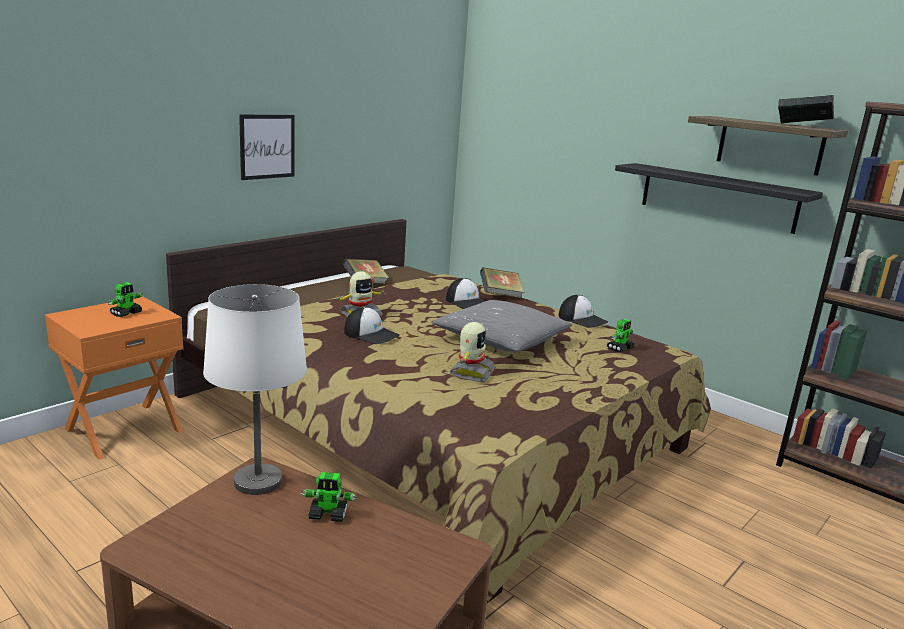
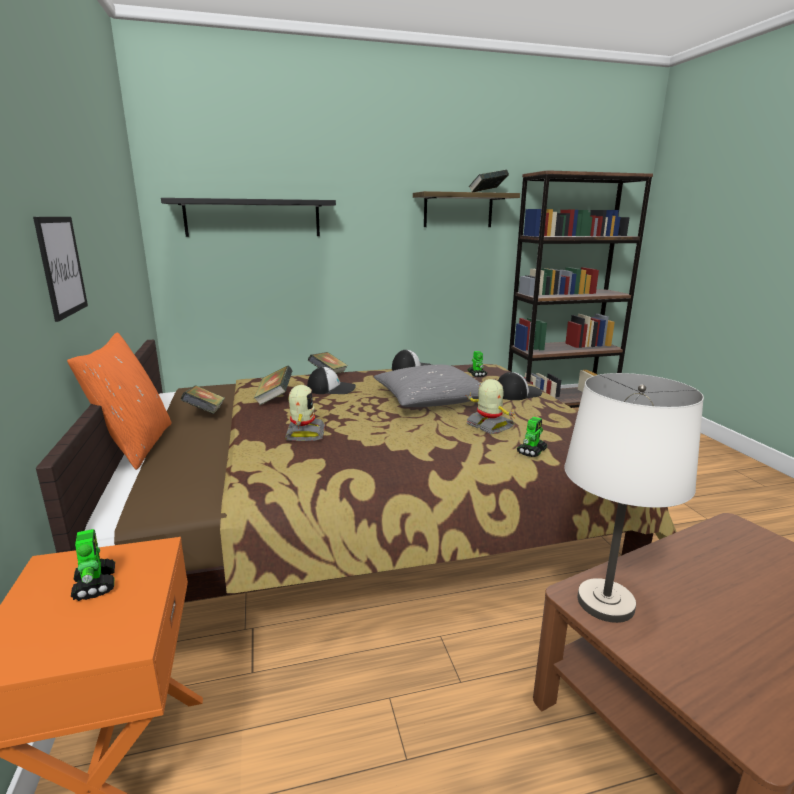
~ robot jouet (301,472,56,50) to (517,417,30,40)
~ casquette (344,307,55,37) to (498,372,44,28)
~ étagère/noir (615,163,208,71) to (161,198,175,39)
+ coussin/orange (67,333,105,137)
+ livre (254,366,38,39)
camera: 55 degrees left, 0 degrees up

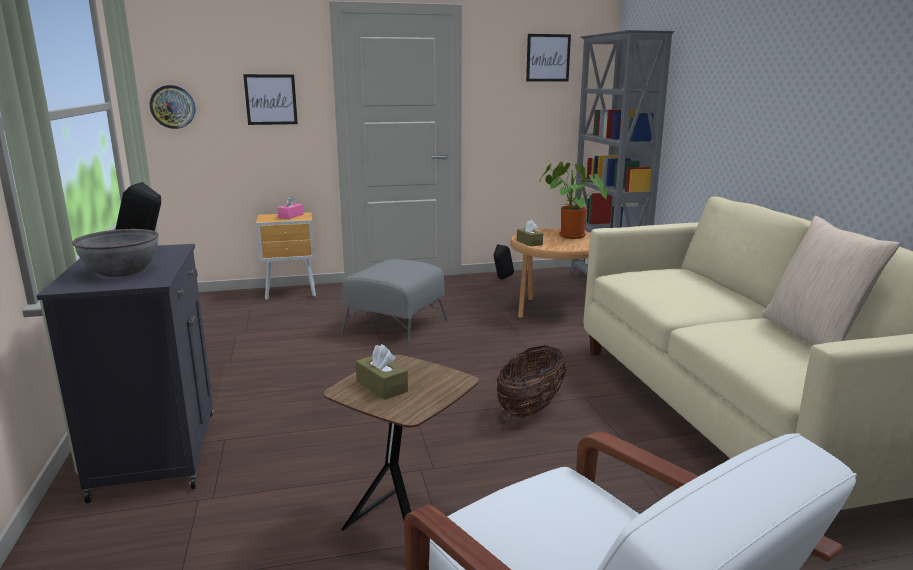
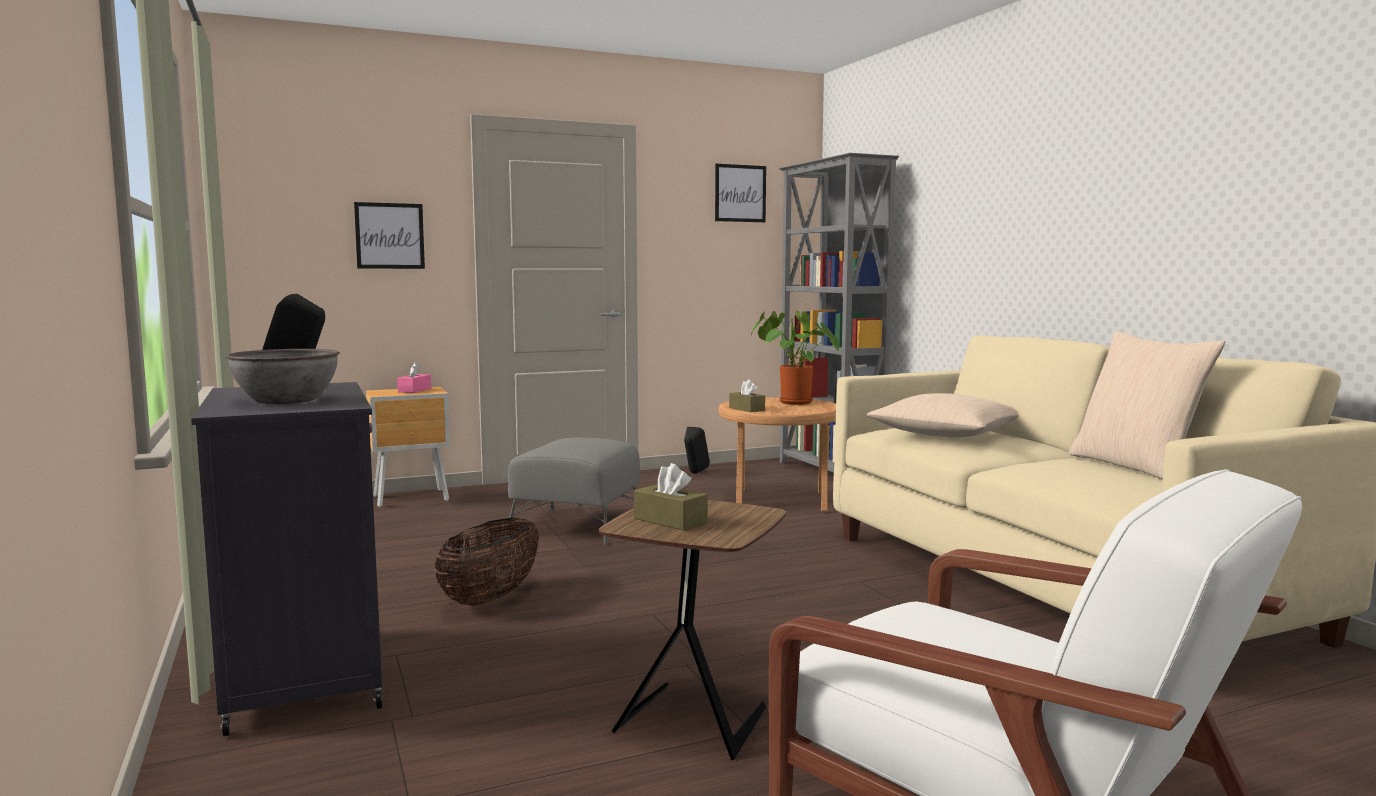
- horloge murale (150,85,45,44)
~ panier (497,345,69,73) to (435,517,104,89)
+ coussin/beige (866,393,153,45)
camera: 10 degrees left, 10 degrees down

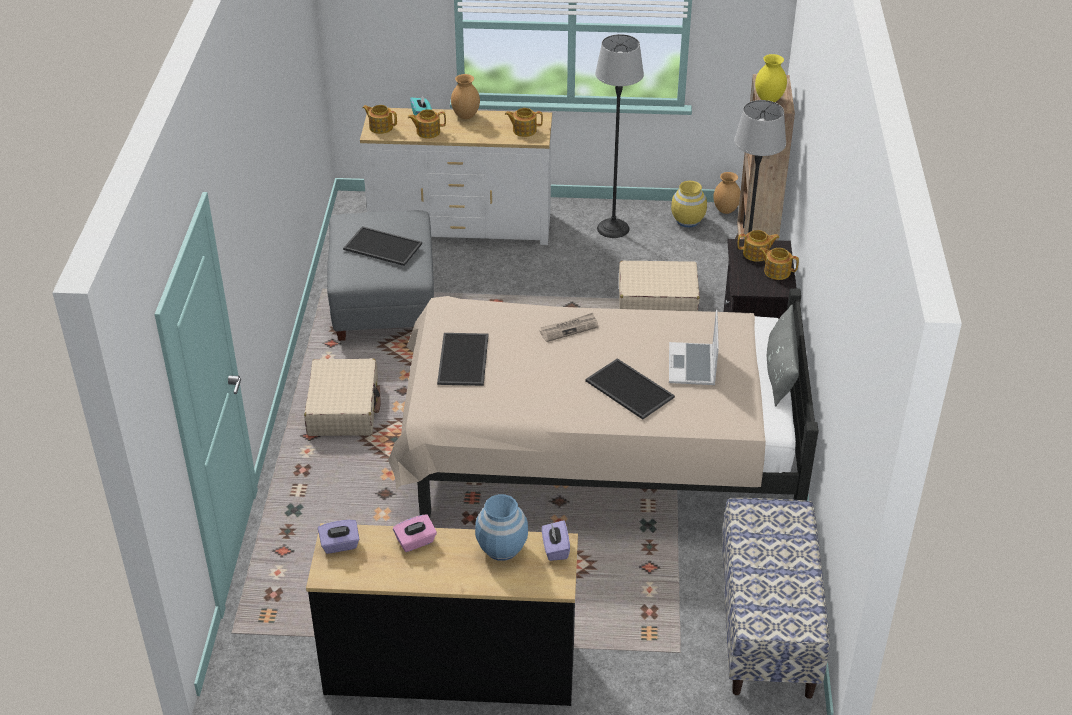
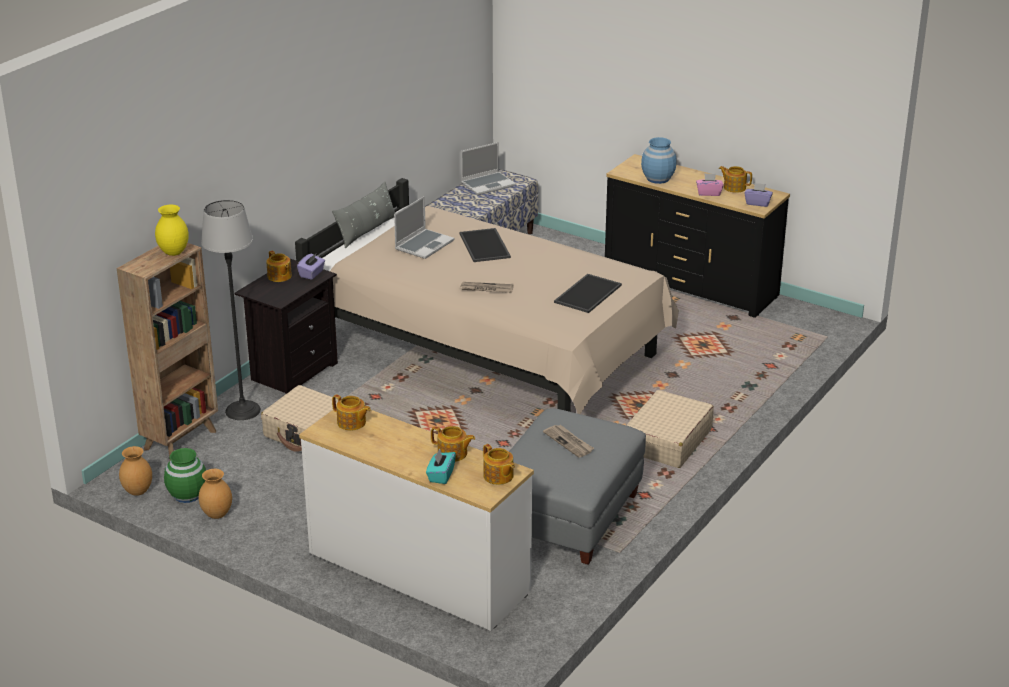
~ plateau (343,226,79,40) to journal (543,425,51,33)
~ vase/marron (451,74,29,45) to (199,469,33,50)
~ boîte à mouchoirs/violet (542,520,28,41) to (297,254,28,26)
- lampadaire (595,34,49,204)
~ vase/jaune (671,181,36,46) to vase/vert (164,448,42,55)
~ théière (738,230,42,32) to (719,166,33,27)
+ ordinateur portable (461,142,55,53)
camera: 150 degrees left, 10 degrees down

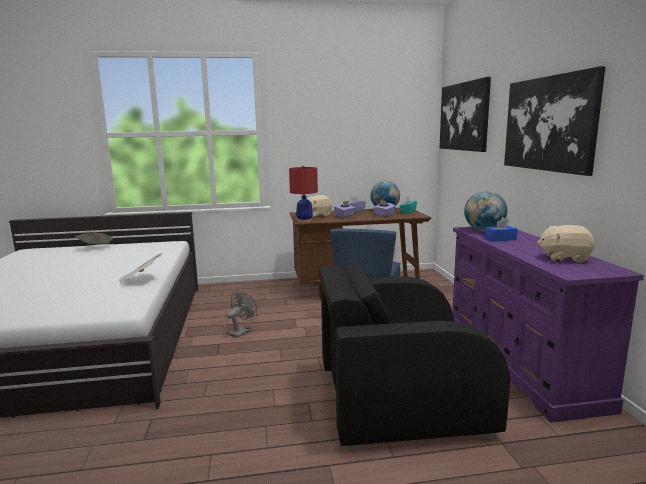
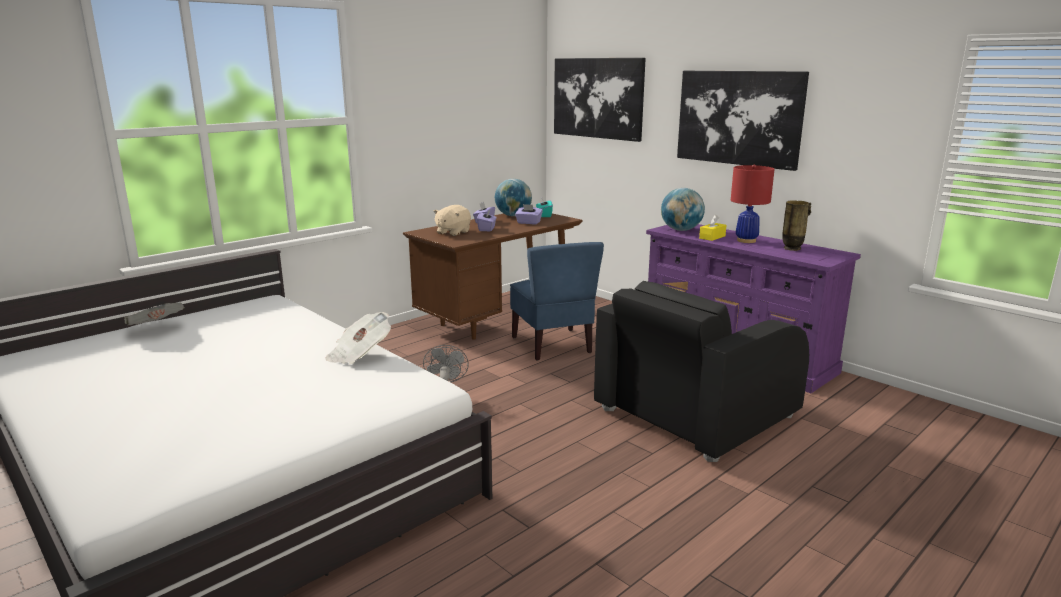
~ lampe de table/rouge (289,166,29,56) to (731,164,44,79)
~ boîte à mouchoirs/bleu (485,217,33,25) to boîte à mouchoirs/jaune (699,215,27,26)
~ peluche/beige (537,225,58,38) to vase (783,200,28,51)
camera: 35 degrees left, 5 degrees up

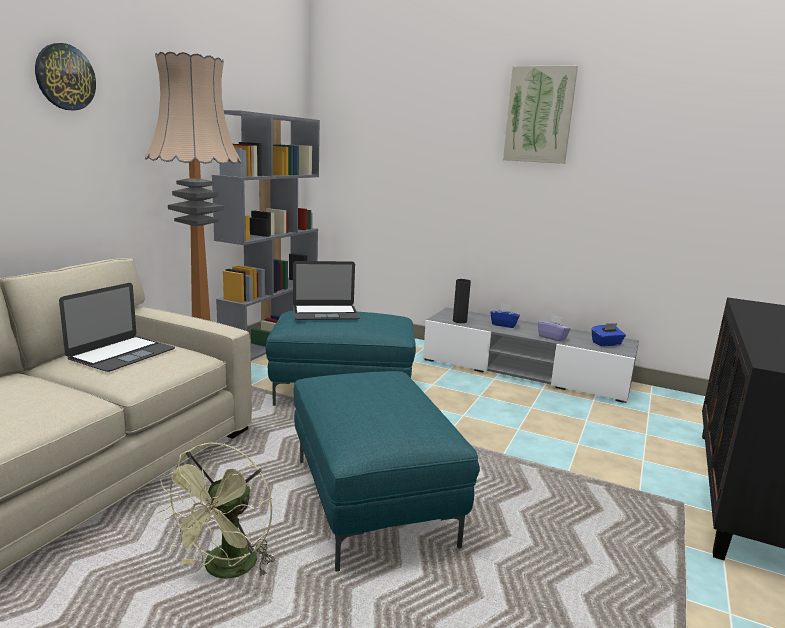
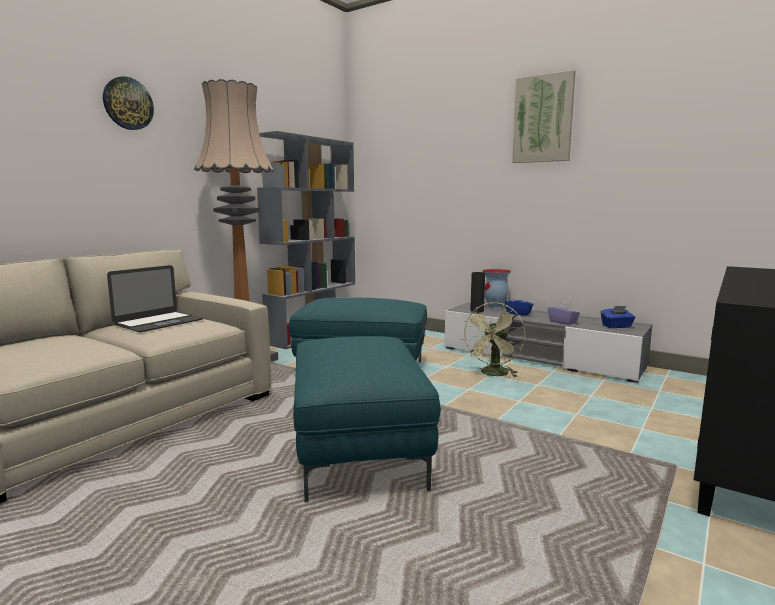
~ ventilateur/vert (157,442,118,137) to (462,302,63,75)
- ordinateur portable (293,261,67,59)
+ vase (482,269,30,41)
camera: 10 degrees right, 5 degrees down

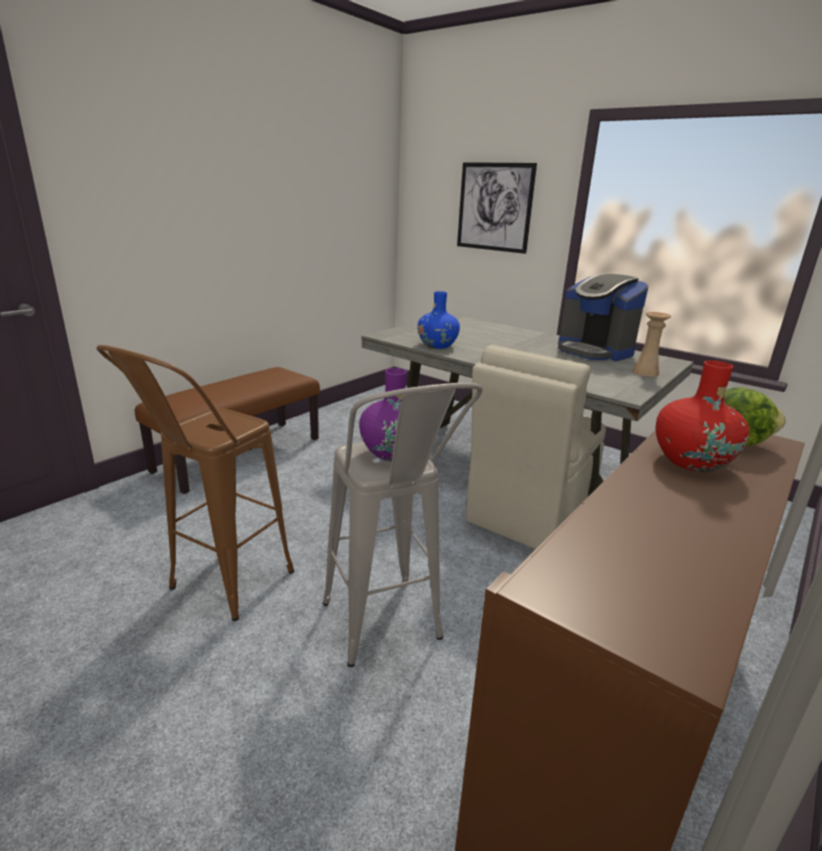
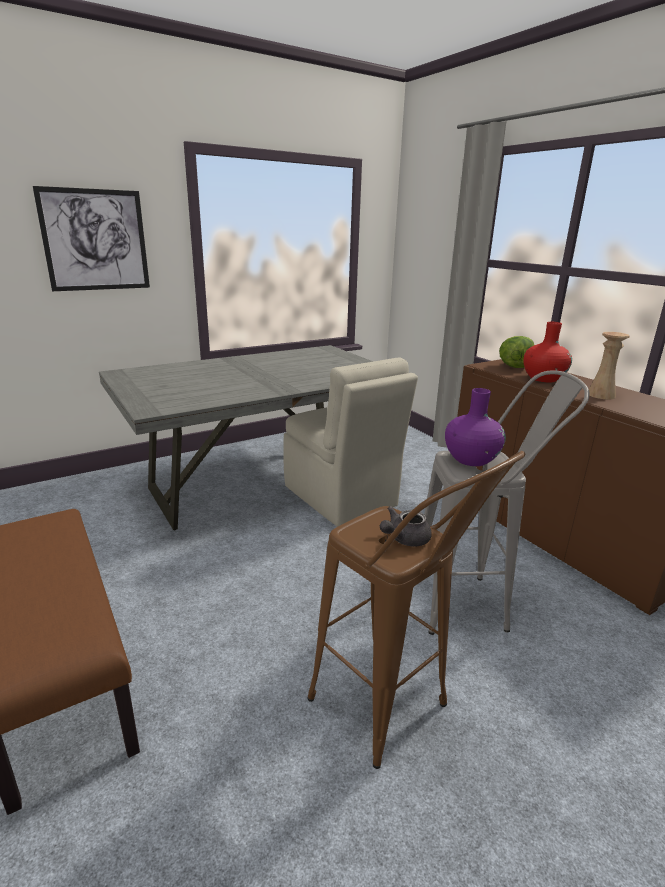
- vase/bleu (417,291,43,58)
- machine à café (558,273,90,88)
~ vase/beige (633,312,38,65) to (589,332,41,67)
+ théière/gris (380,506,52,40)
camera: 70 degrees left, 0 degrees up

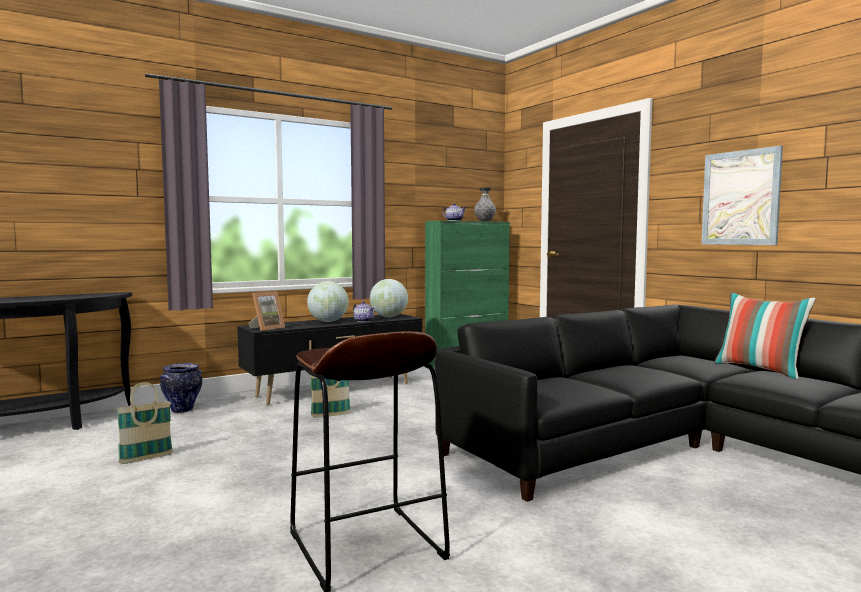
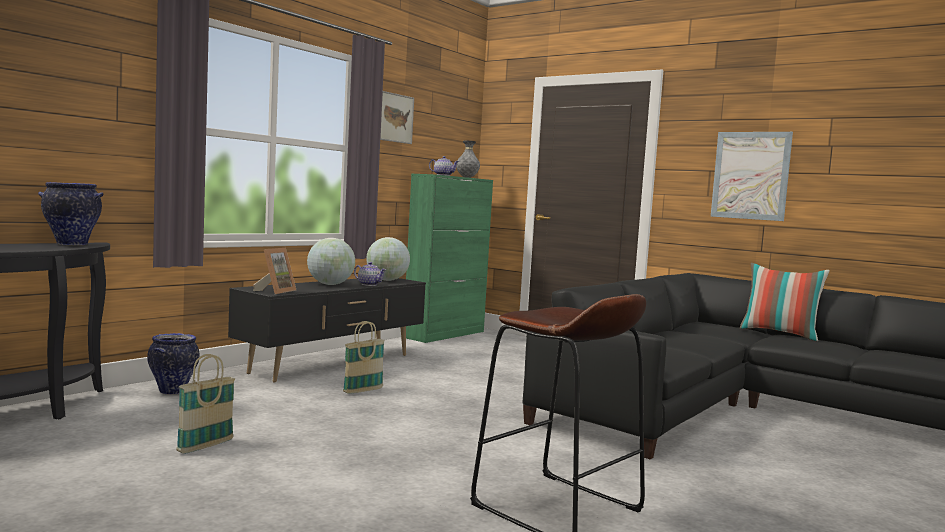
+ vase (38,182,65,63)
+ tableau (380,91,34,53)
camera: 20 degrees left, 0 degrees up

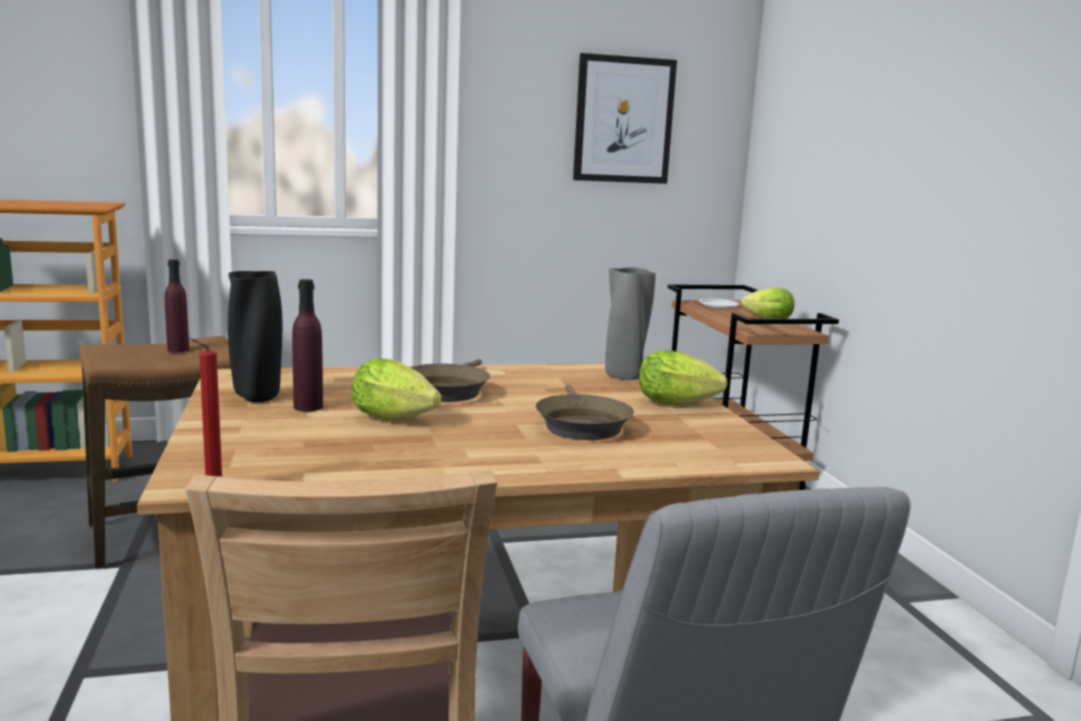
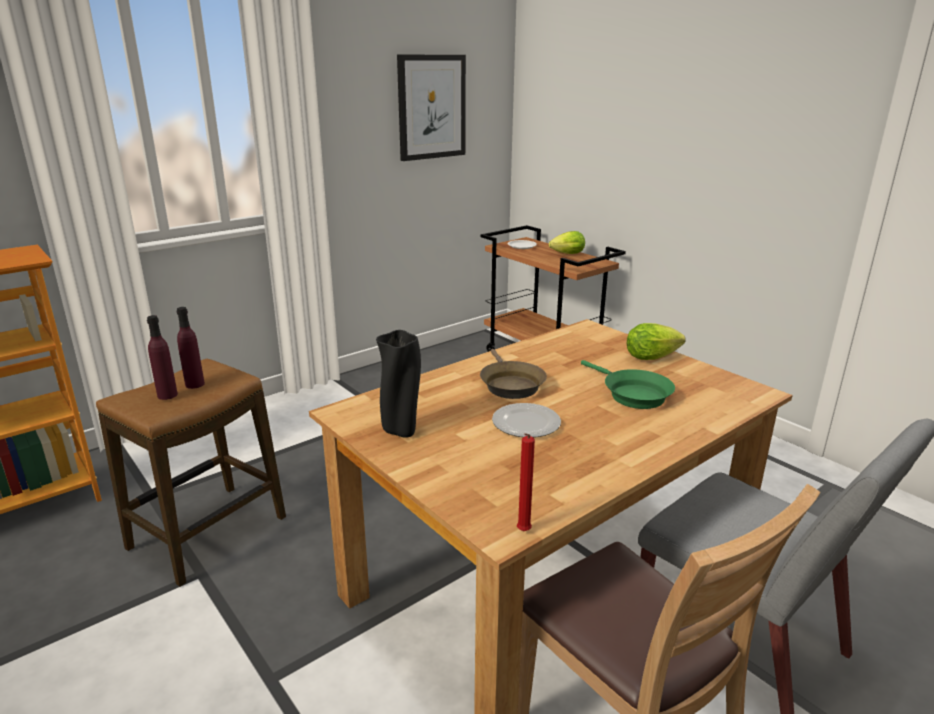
~ bouteille/violet (292,279,31,132) to (147,315,31,85)
~ laitue (352,359,90,61) to assiette (492,403,69,35)
~ poêle/marron (536,385,98,55) to poêle/vert (581,360,94,49)
- vase/gris (605,268,51,112)
camera: 25 degrees left, 10 degrees up

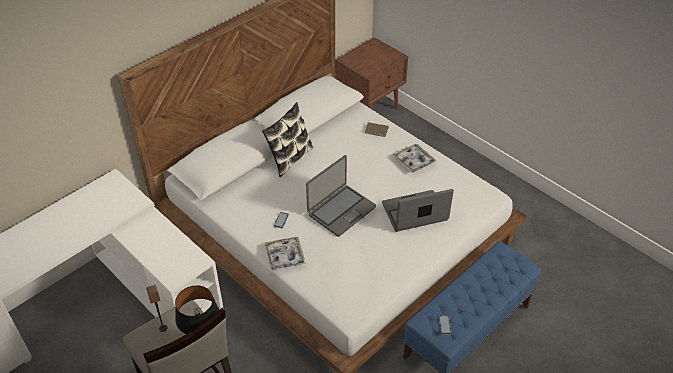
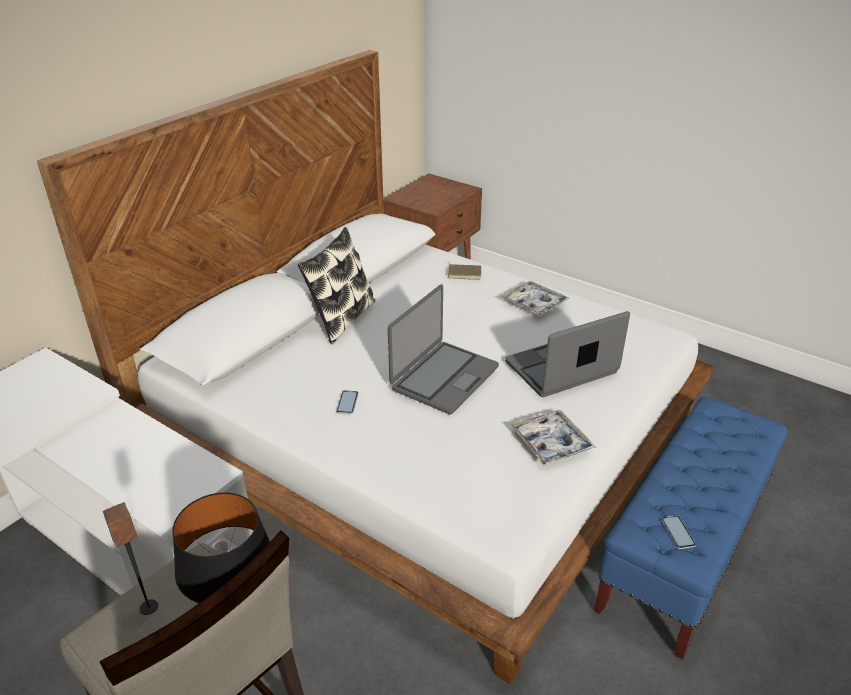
~ plateau (265,237,41,33) to (510,410,86,55)
camera: 10 degrees left, 10 degrees down

